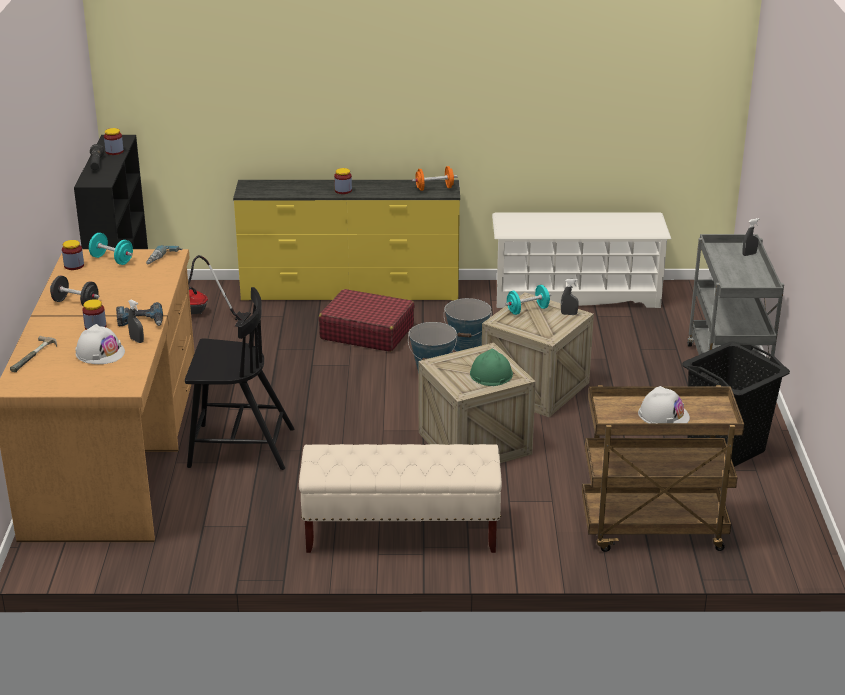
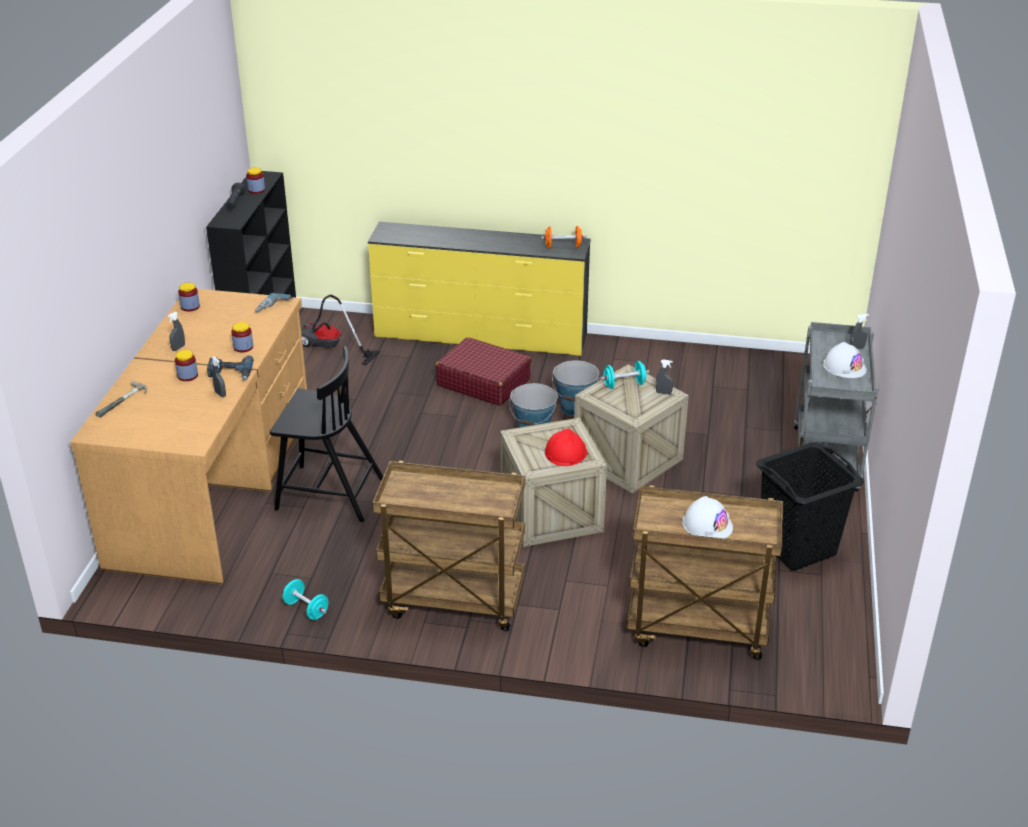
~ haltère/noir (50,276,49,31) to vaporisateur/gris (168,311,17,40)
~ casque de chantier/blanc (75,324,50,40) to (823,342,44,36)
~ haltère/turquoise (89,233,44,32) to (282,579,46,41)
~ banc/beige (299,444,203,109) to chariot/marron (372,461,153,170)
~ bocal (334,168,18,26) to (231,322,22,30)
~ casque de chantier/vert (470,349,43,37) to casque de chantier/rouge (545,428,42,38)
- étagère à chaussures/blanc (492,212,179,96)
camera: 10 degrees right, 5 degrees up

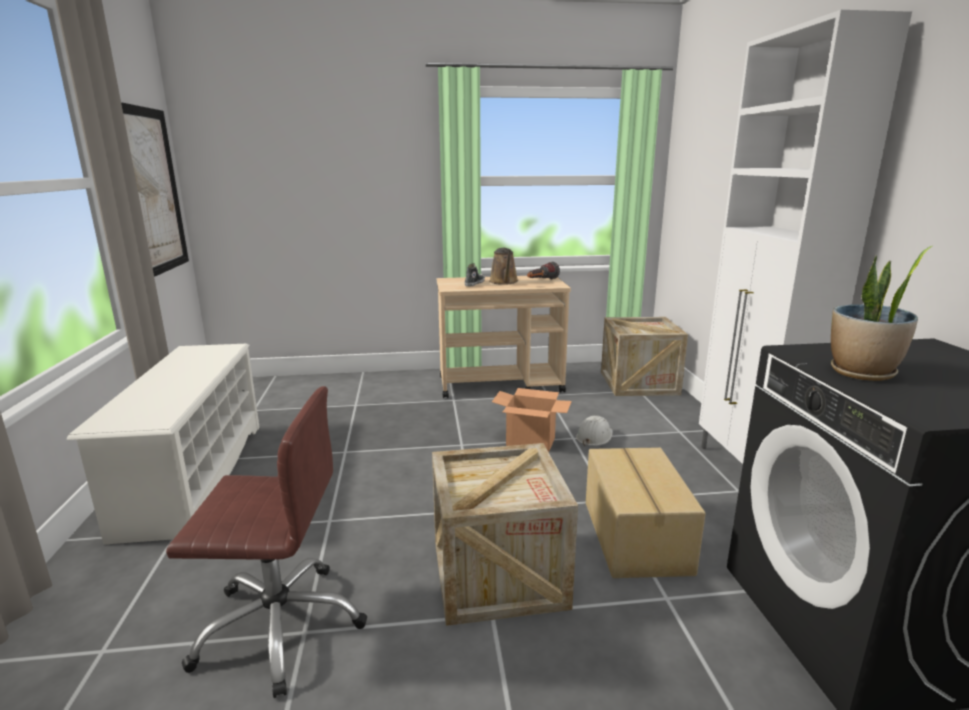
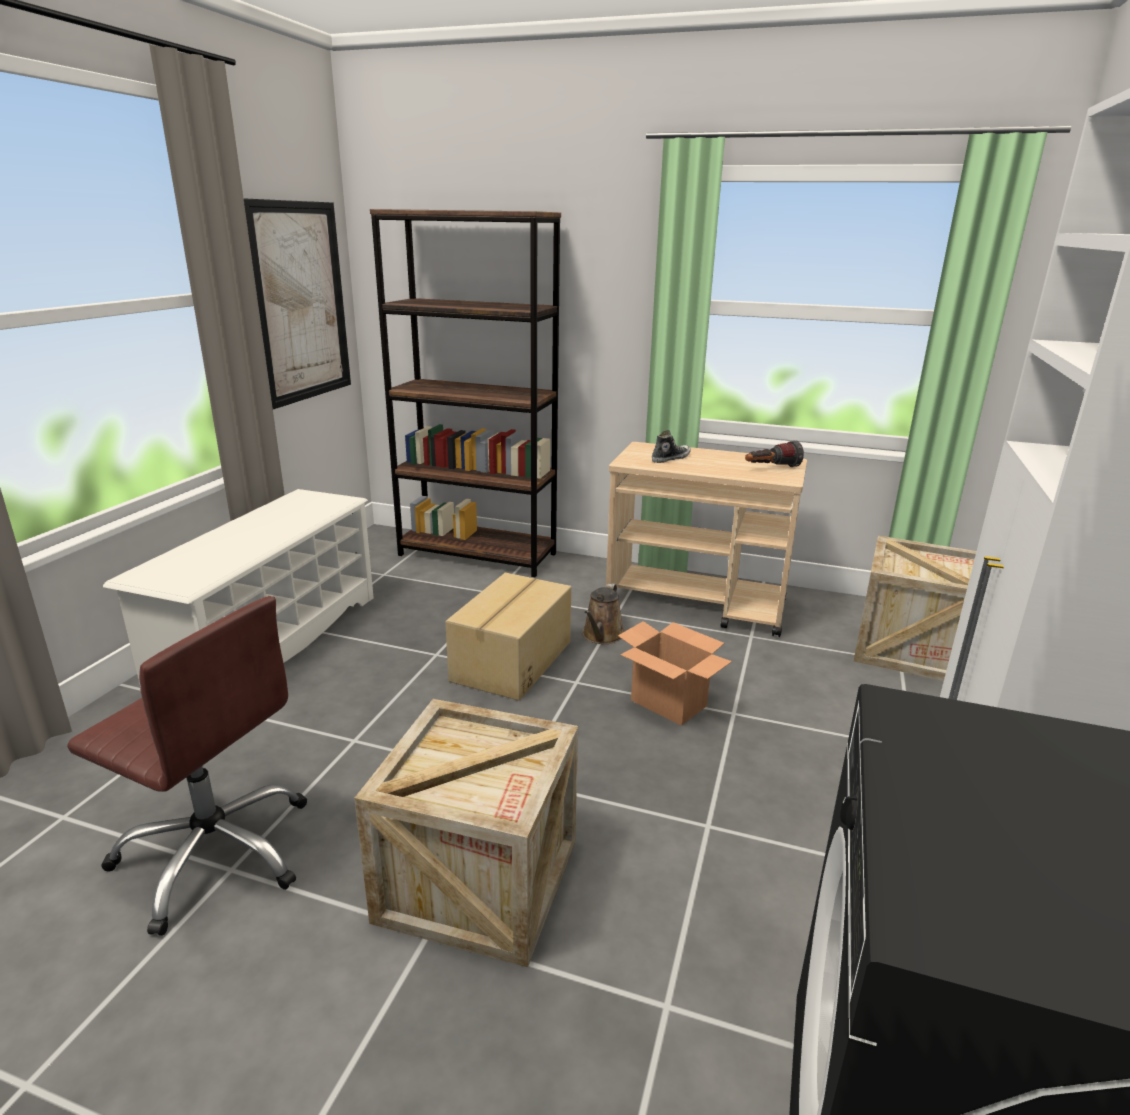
~ arrosoir/marron (489,248,29,37) to (582,583,43,61)
- casque de chantier/blanc (576,416,37,30)
~ carton (586,447,120,131) to (445,573,126,128)
- plante en pot (831,246,101,135)
+ bibliothèque/marron (370,209,191,368)
camera: 25 degrees right, 5 degrees up

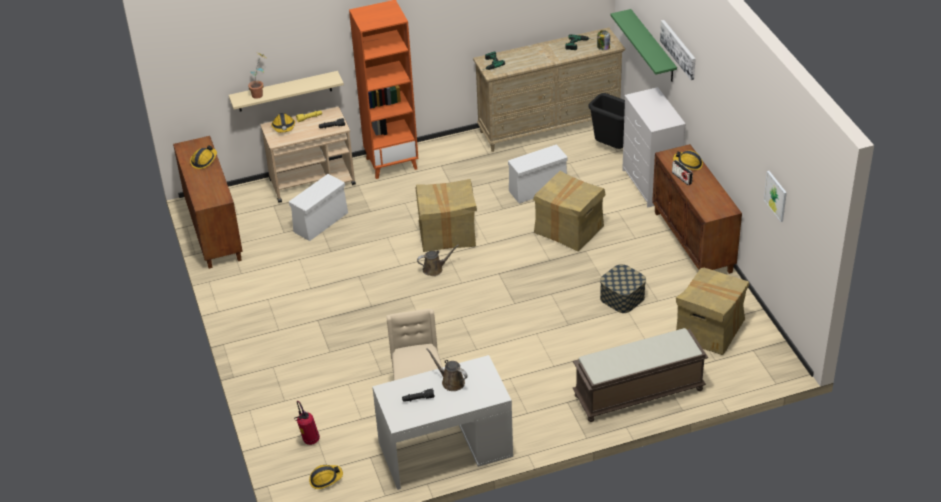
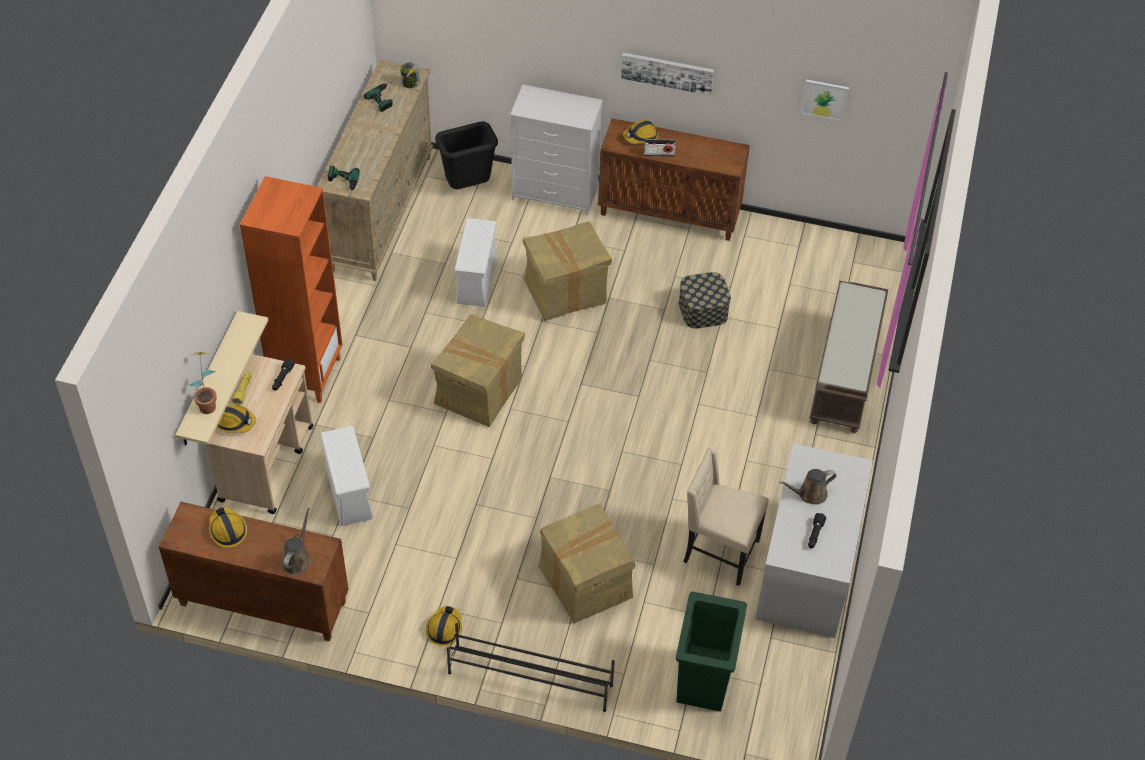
~ extincteur (294,401,26,44) to poubelle/vert (676,591,71,121)
~ casque de chantier (309,465,34,24) to (426,606,36,40)
~ arrosoir/marron (417,244,42,32) to (281,508,30,67)
- étagère/vert (611,9,66,73)
~ tableau (660,20,36,60) to (621,52,93,44)
~ carton (676,268,73,87) to (538,503,98,120)
+ étagère à chaussures/noir (447,623,168,89)
camera: 60 degrees left, 10 degrees up

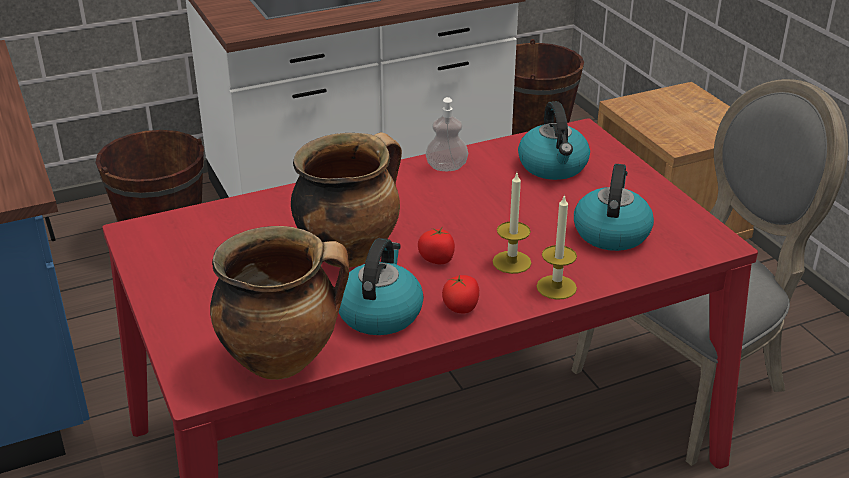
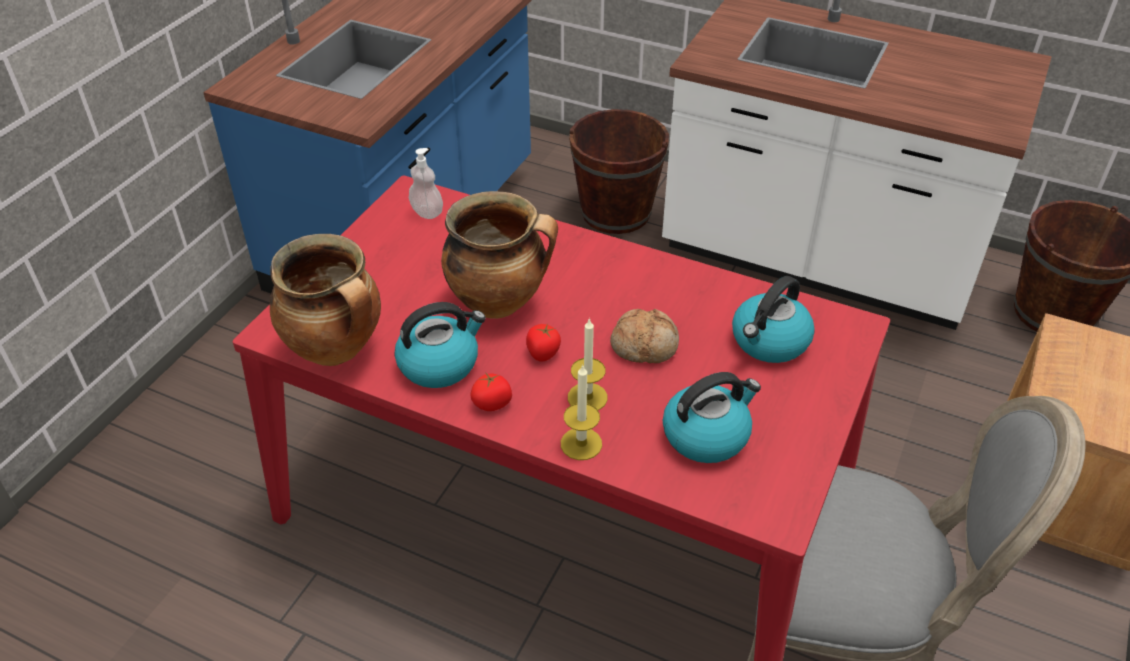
~ distributeur de savon (425,97,43,74) to (409,148,34,71)
+ pain (610,309,69,54)
camera: 50 degrees right, 10 degrees up

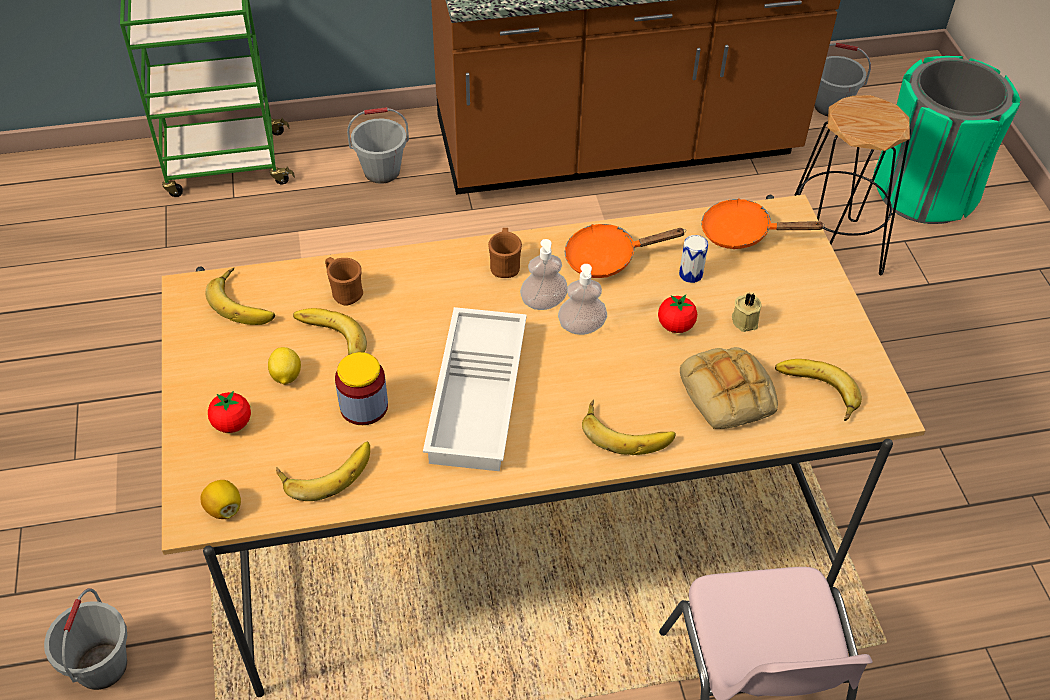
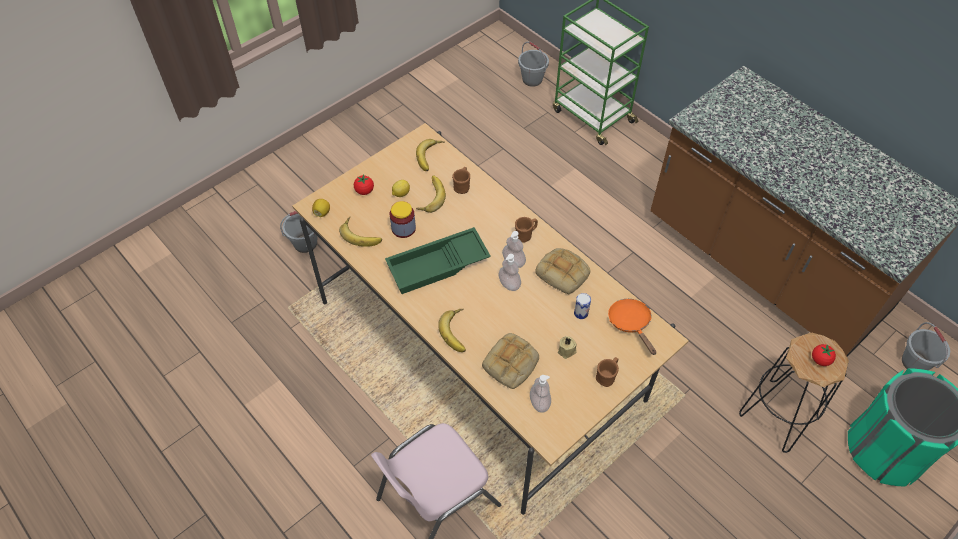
~ seau/gris (347,107,62,77) to (518,42,31,45)
~ plateau/blanc (423,307,104,164) to plateau/vert (385,227,106,67)
~ poêle/orange (565,224,120,54) to pain (535,248,56,47)
~ tomate (658,295,39,38) to (812,344,24,22)
~ banane (775,359,87,62) to distributeur de savon (530,375,21,38)
+ mug/marron (596,357,23,30)
camera: 60 degrees right, 5 degrees up

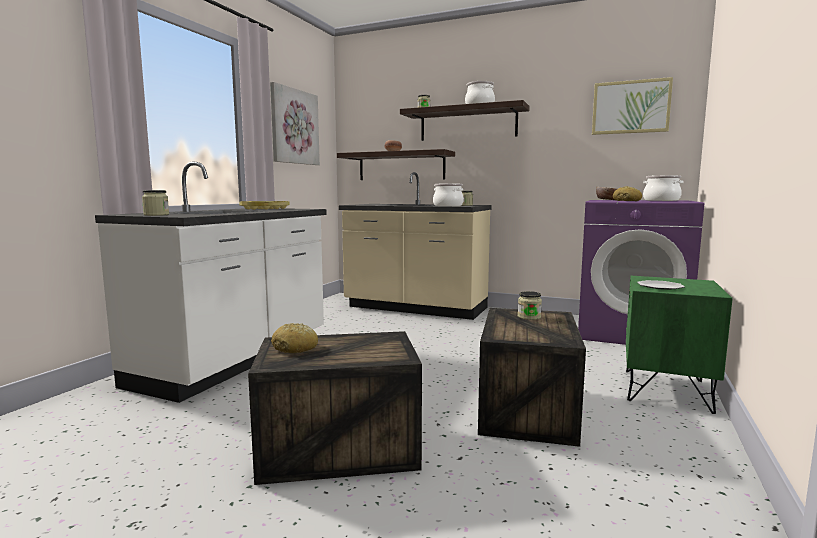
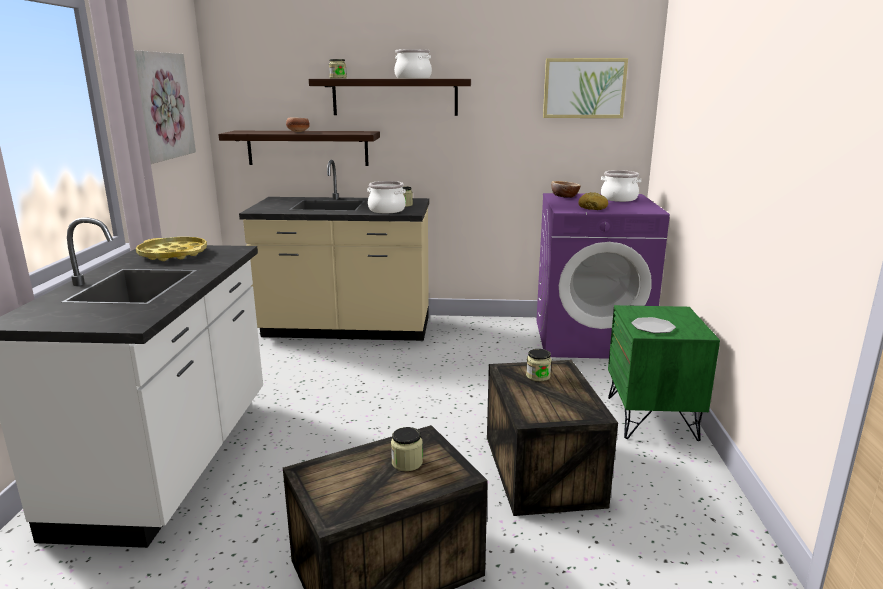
~ bocal (142,190,27,26) to (391,427,32,44)
- pain (271,323,47,30)
camera: 20 degrees left, 10 degrees up

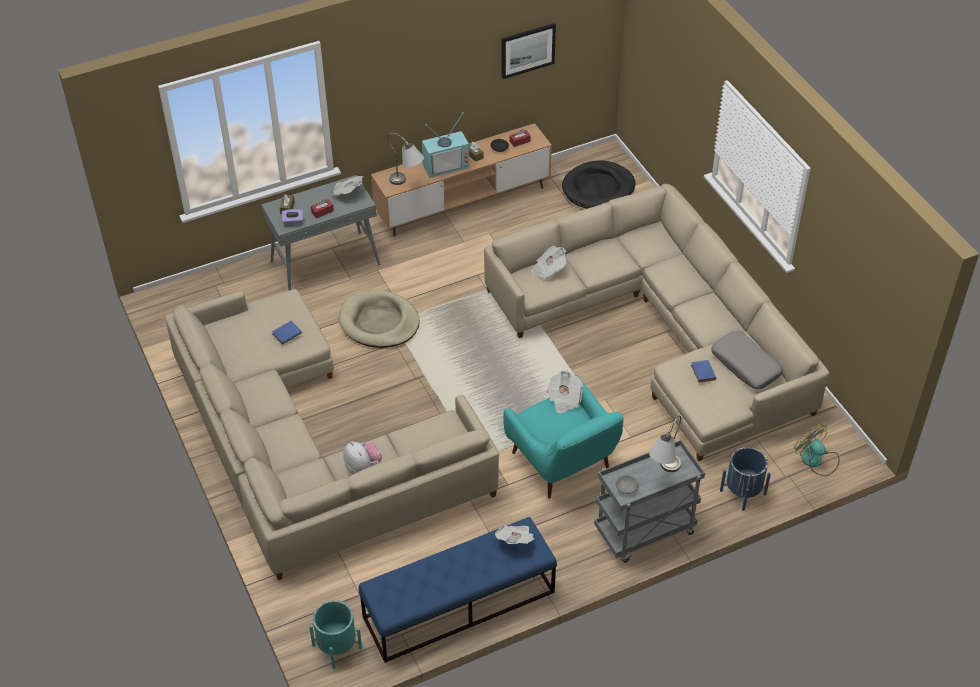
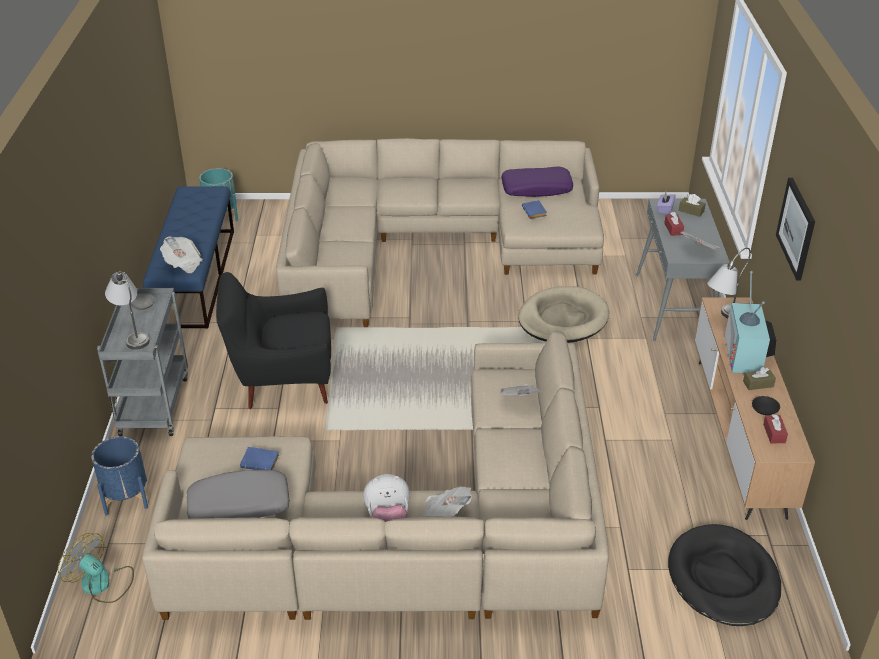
~ peluche (343,441,39,33) to (363,474,47,49)
~ tableau (502,23,54,56) to (776,178,39,103)
~ fauteuil/turquoise (503,375,121,123) to fauteuil/noir (216,272,115,137)
~ journal (547,370,36,43) to (422,486,50,31)
~ ventilateur (794,424,46,52) = (58,533,76,70) 135 degrees counterclockwise
+ coussin/violet (501,167,72,30)
camera: 115 degrees right, 10 degrees down

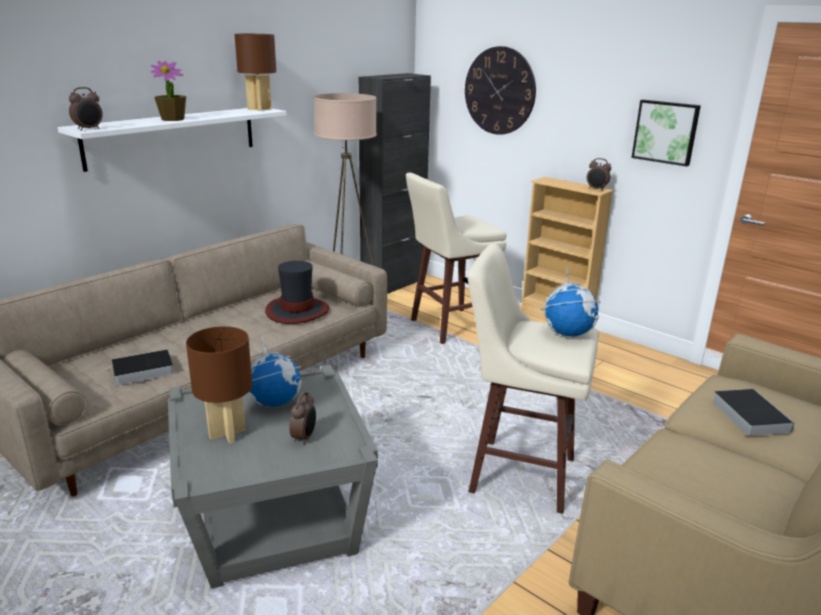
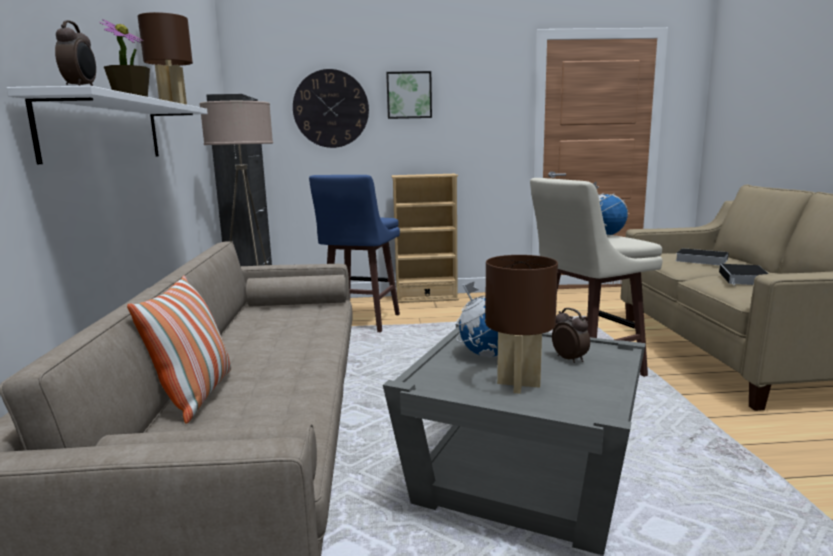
~ livre (102,349,72,36) to (719,264,50,22)
- chapeau (265,261,64,63)
~ tabouret/beige (406,173,100,171) to tabouret/bleu (309,175,91,157)
- réveil (587,158,24,33)
~ tableau (631,100,70,67) to (386,71,46,48)
+ coussin (127,275,104,148)
camera: 45 degrees left, 10 degrees down

